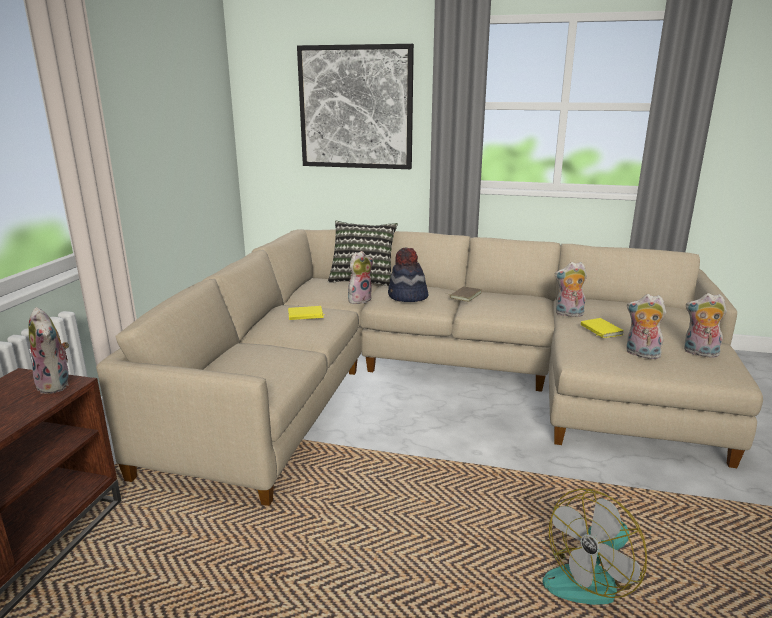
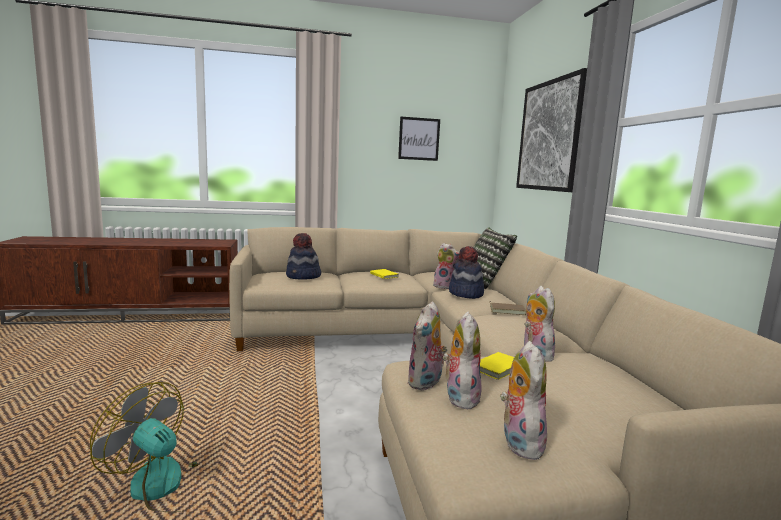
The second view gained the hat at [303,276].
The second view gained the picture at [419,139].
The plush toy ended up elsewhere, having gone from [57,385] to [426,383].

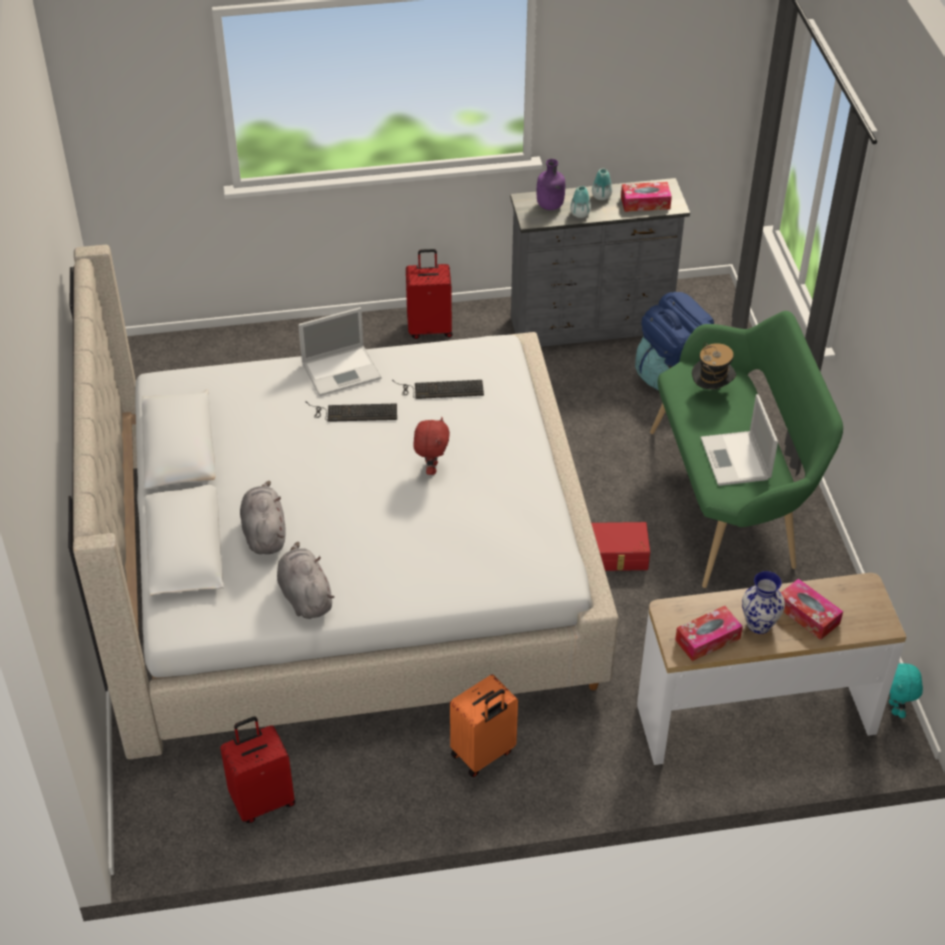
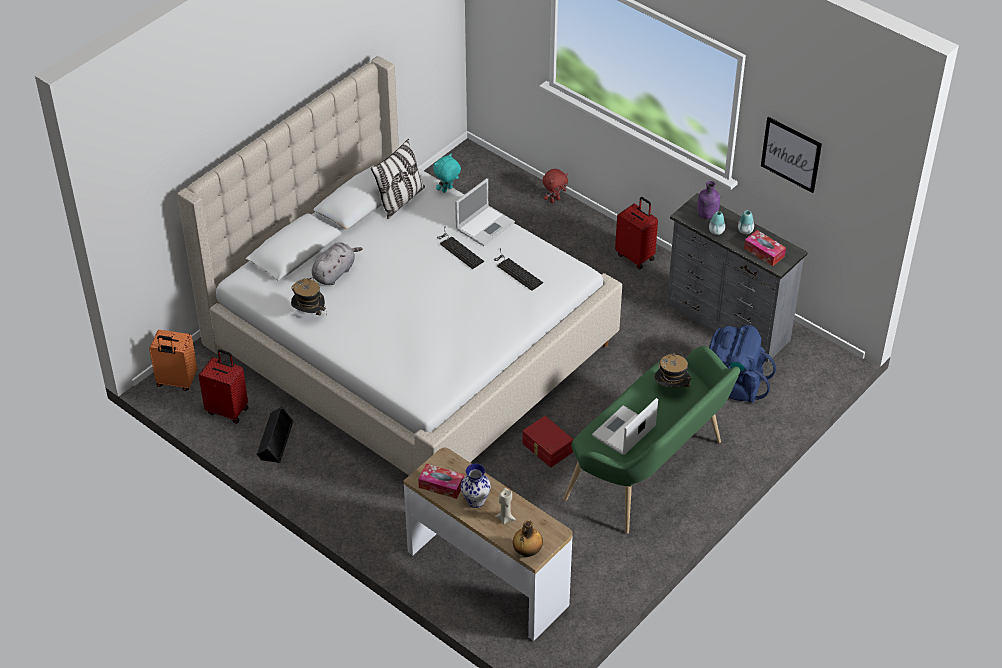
The orange suitcase ended up elsewhere, having gone from [483,754] to [176,382].
The second view gained the black speaker at [274,440].
Where the grey plush toy stood at [305,596], the hat came to stand at [309,314].
The second view gained the pillow at [400,200].
The turquoise plush toy ended up elsewhere, having gone from [895,708] to [447,190].
The laptop at [342,370] ended up facing another way, 75 degrees counterclockwise from before.
Where the tissue box stood at [808,615], the beige candle came to stand at [505,518].
The second view gained the bottle at [527,552].
The red plush toy ended up elsewhere, having gone from [431,468] to [554,200].
The second view gained the picture at [791,154].

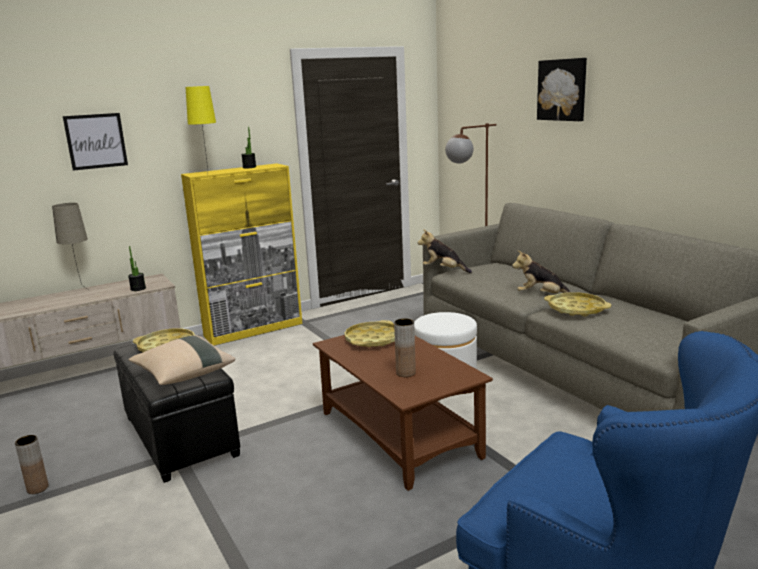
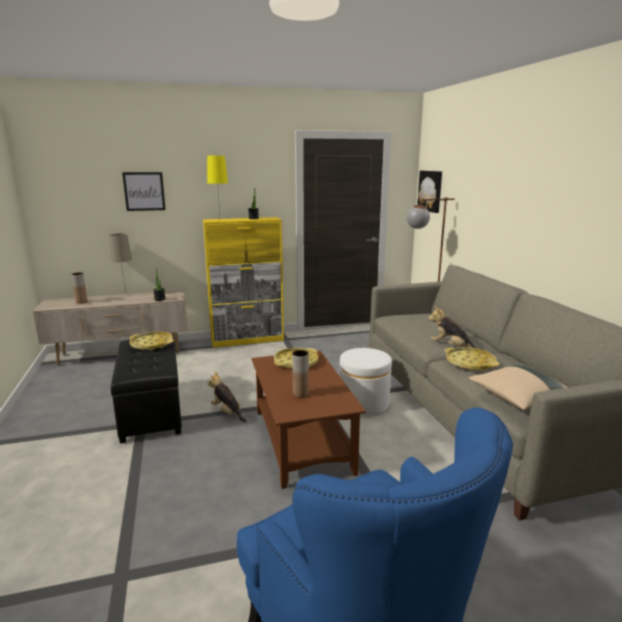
The brown vase ended up elsewhere, having gone from [37,488] to [81,302].
The plush toy ended up elsewhere, having gone from [443,270] to [227,413].
The picture ended up elsewhere, having gone from [562,90] to [431,191].
The beige pillow ended up elsewhere, having gone from [183,374] to [518,399].

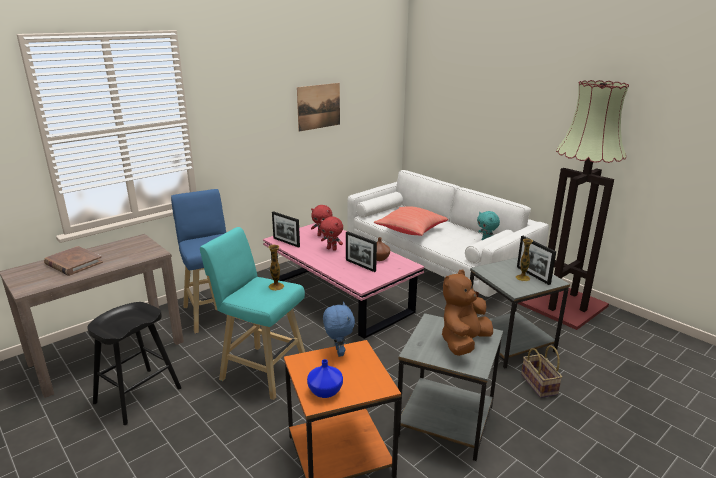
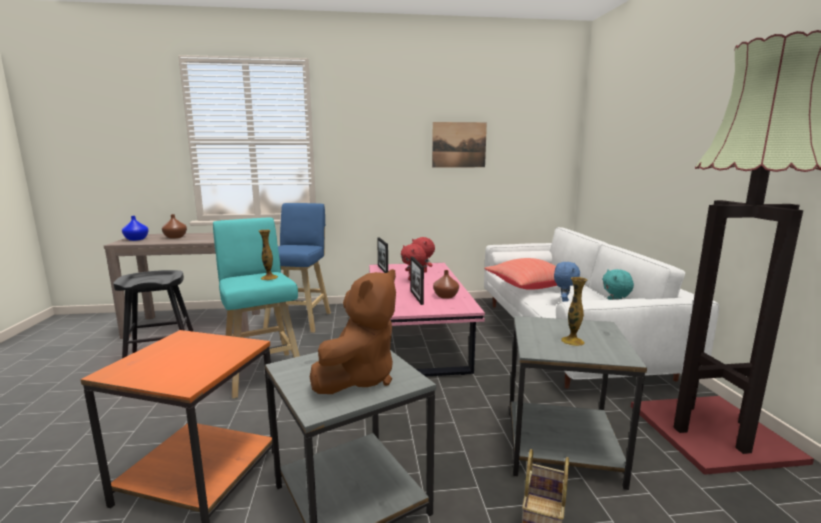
The blue vase ended up elsewhere, having gone from [326,391] to [136,239].
Where the brown book stood at [73,263], the brown vase came to stand at [176,237].
The brown plush toy at [463,342] ended up facing another way, 135 degrees clockwise from before.
The blue plush toy ended up elsewhere, having gone from [338,352] to [564,302].
The second view lost the picture frame at [533,275].

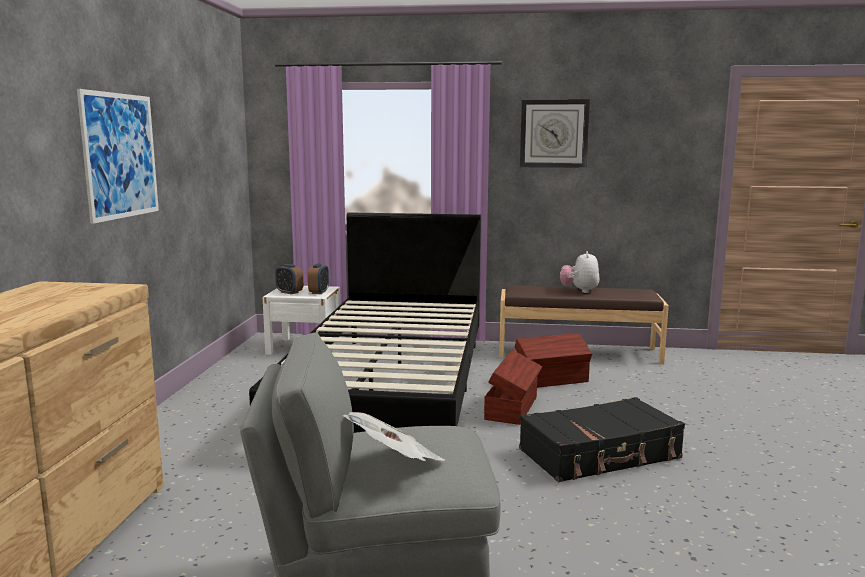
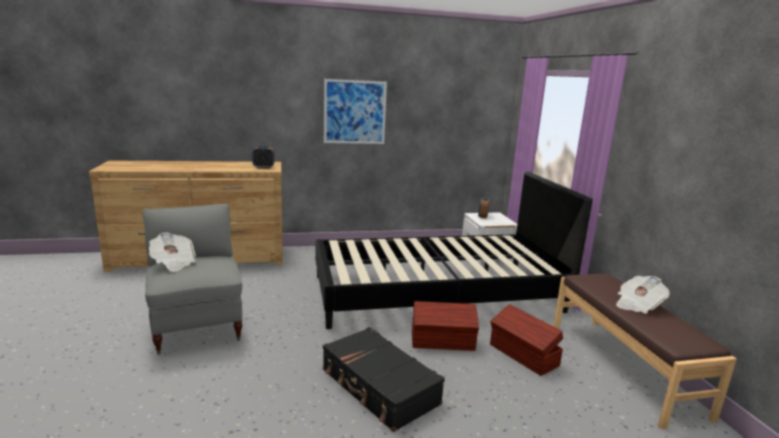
The alarm clock ended up elsewhere, having gone from [319,292] to [263,167].
Where the plush toy stood at [579,291], the newspaper came to stand at [637,305].
The second view lost the wall clock at [554,133].

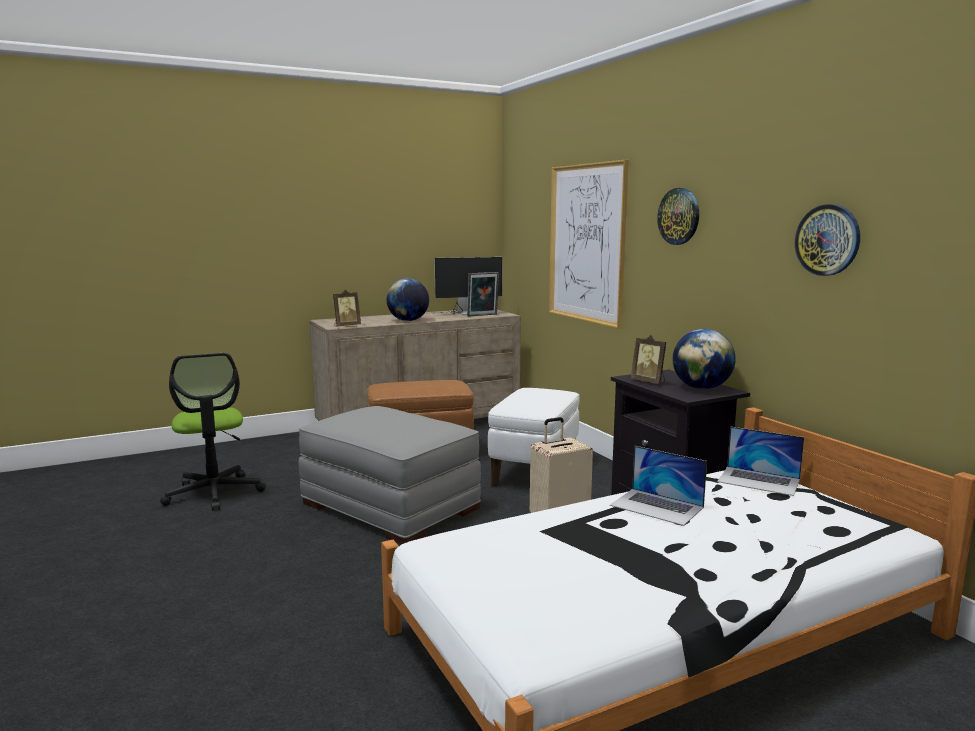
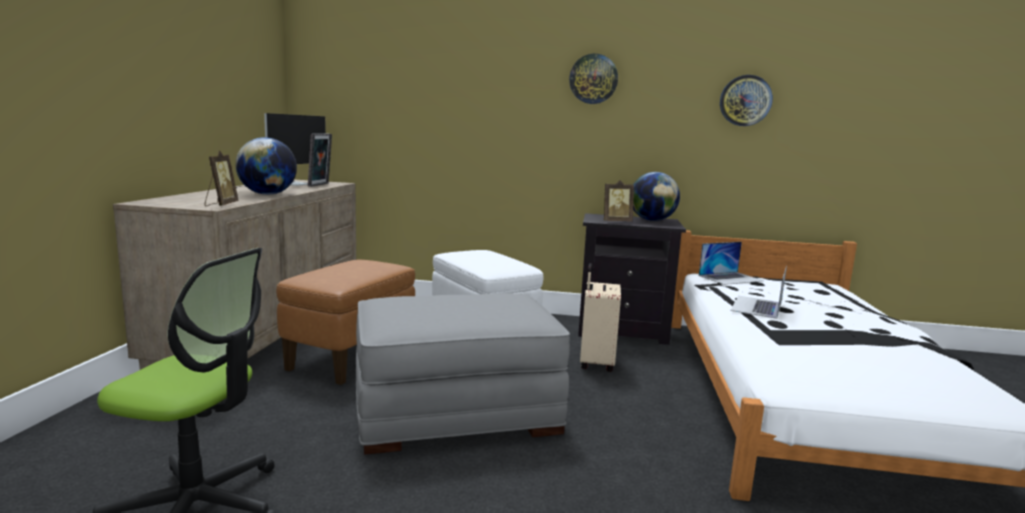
The laptop at [657,506] ended up facing another way, 135 degrees clockwise from before.
The second view lost the picture at [586,243].

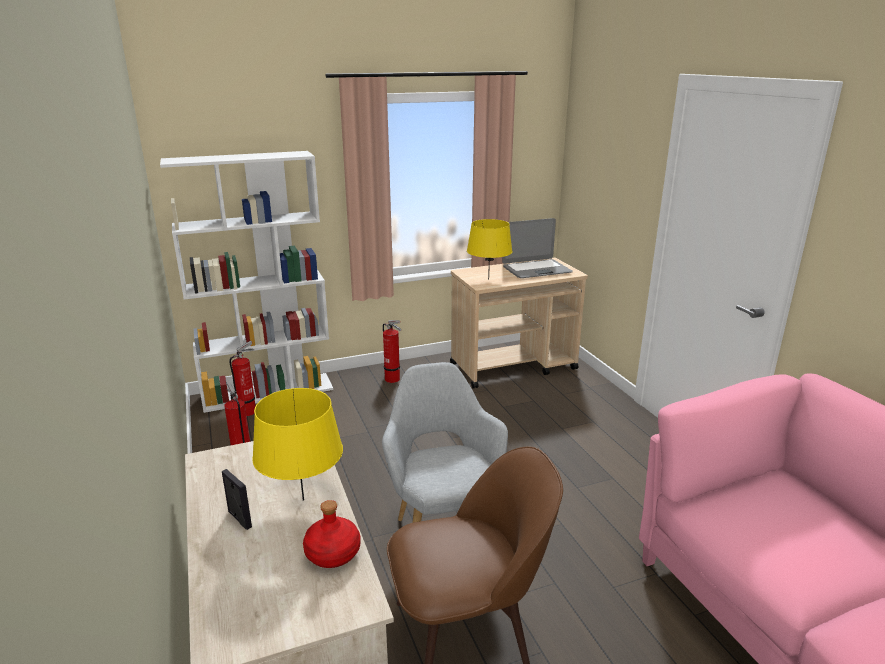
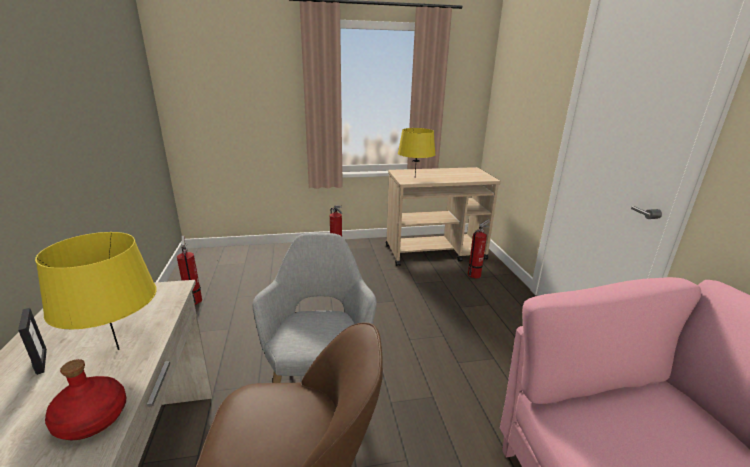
The fire extinguisher ended up elsewhere, having gone from [249,411] to [475,274].
The second view lost the white bookcase at [268,392].
The second view lost the laptop at [536,270].

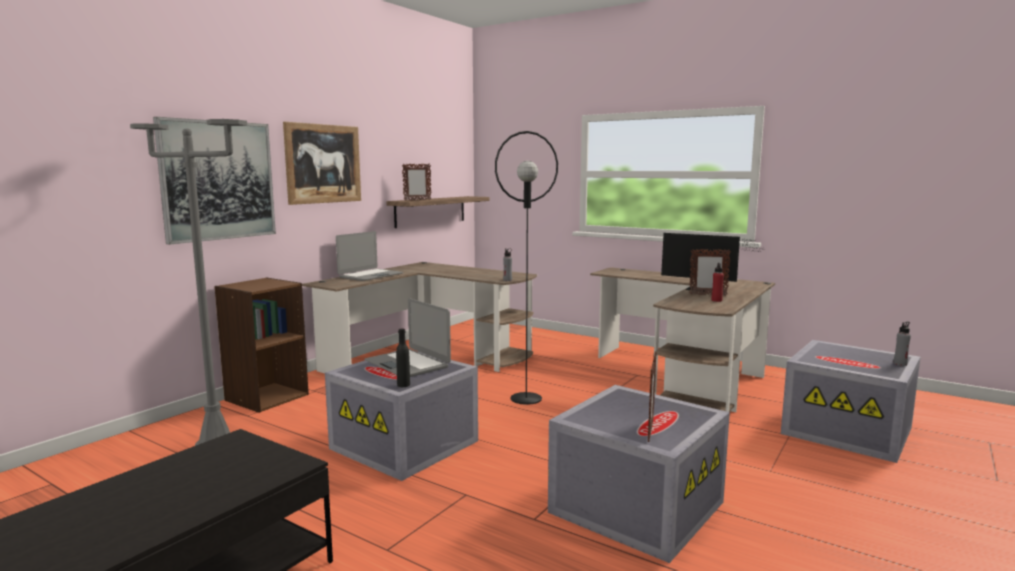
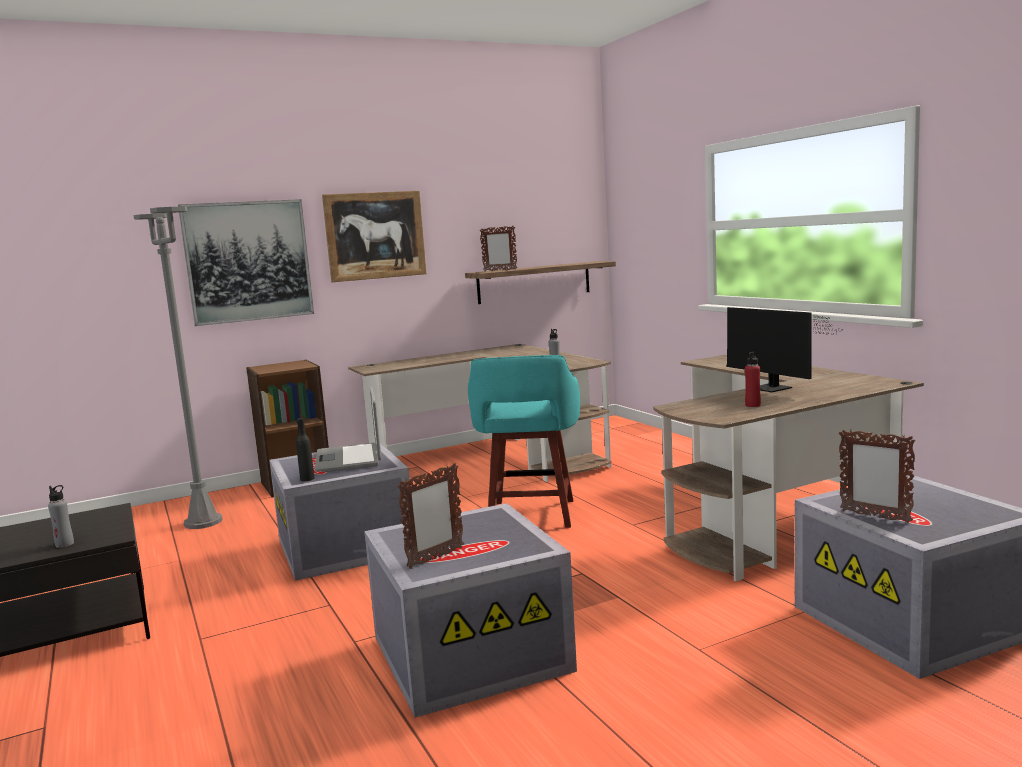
The grey bottle ended up elsewhere, having gone from [900,364] to [64,544].
Where the black floor lamp stood at [526,398], the turquoise stool came to stand at [531,516].
The picture frame ended up elsewhere, having gone from [707,295] to [874,516].
The second view lost the laptop at [370,276].

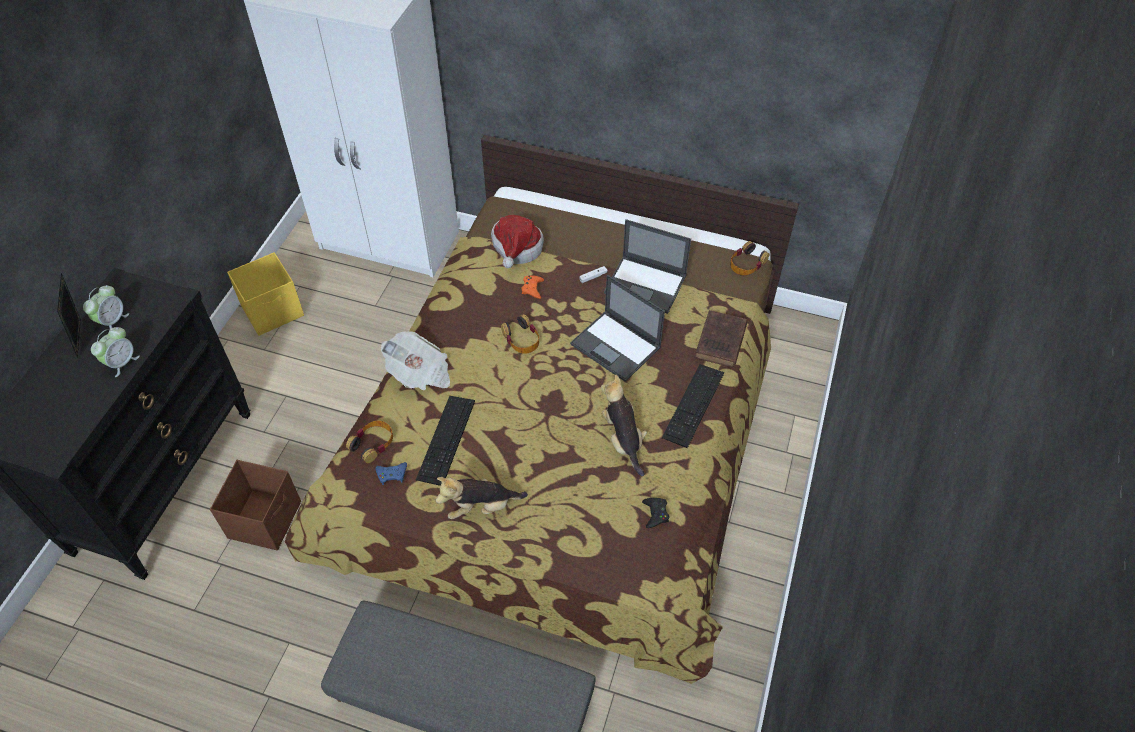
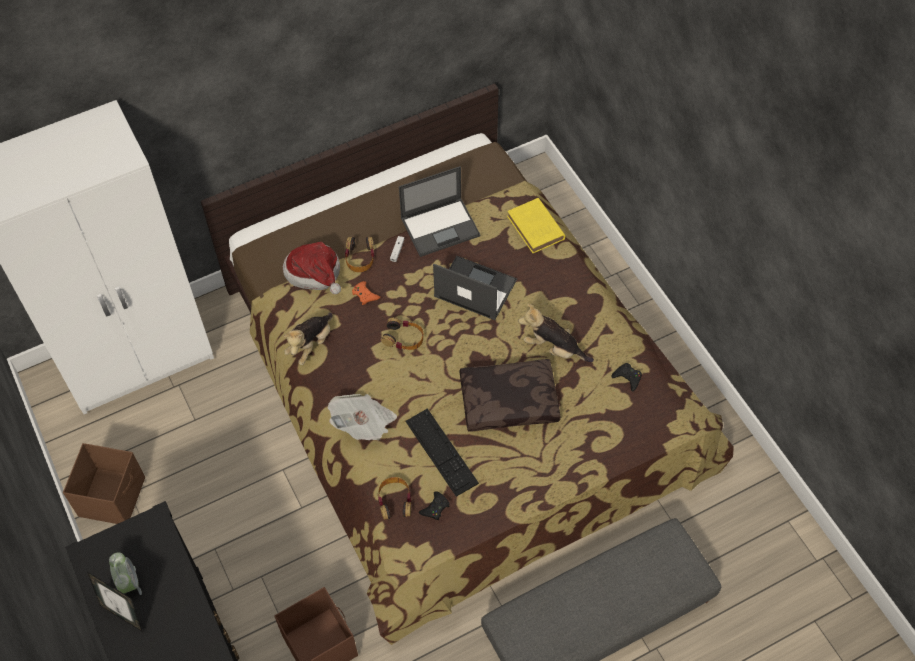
What was the yellow storage box at [274,311] turned into the brown storage box at [113,496].
The plush toy ended up elsewhere, having gone from [481,507] to [311,344].
The headphones ended up elsewhere, having gone from [747,263] to [360,257].
What was the blue game controller at [392,474] turned into the black game controller at [435,508].
The laptop at [616,346] ended up facing another way, 150 degrees counterclockwise from before.
The second view gained the brown pillow at [509,400].
What was the brown book at [720,343] turned into the yellow book at [536,229].
The second view lost the alarm clock at [121,363].
The second view lost the keyboard at [693,405].

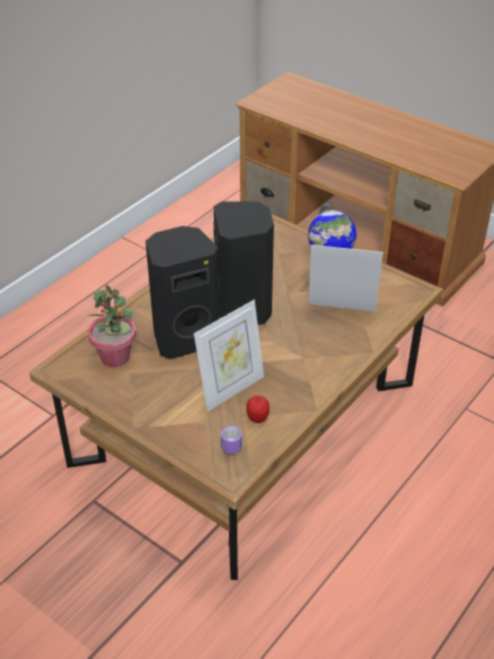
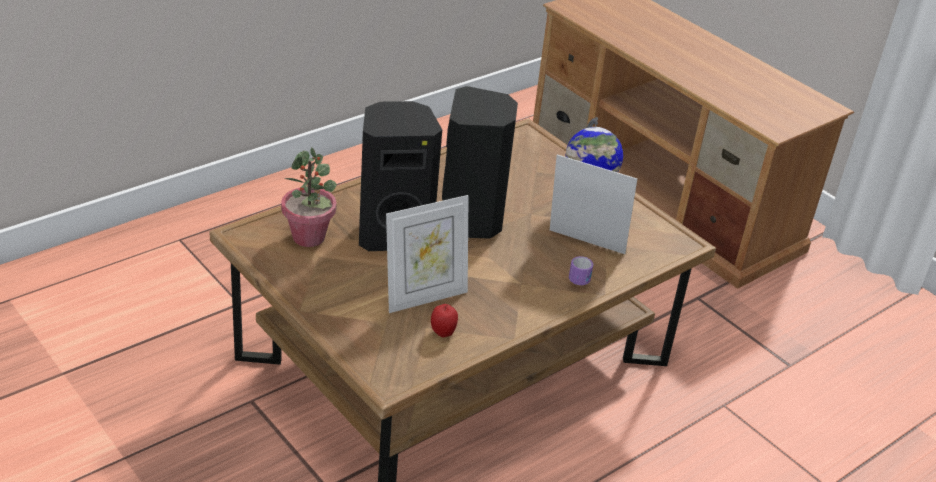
The mug ended up elsewhere, having gone from [233,441] to [582,276].

